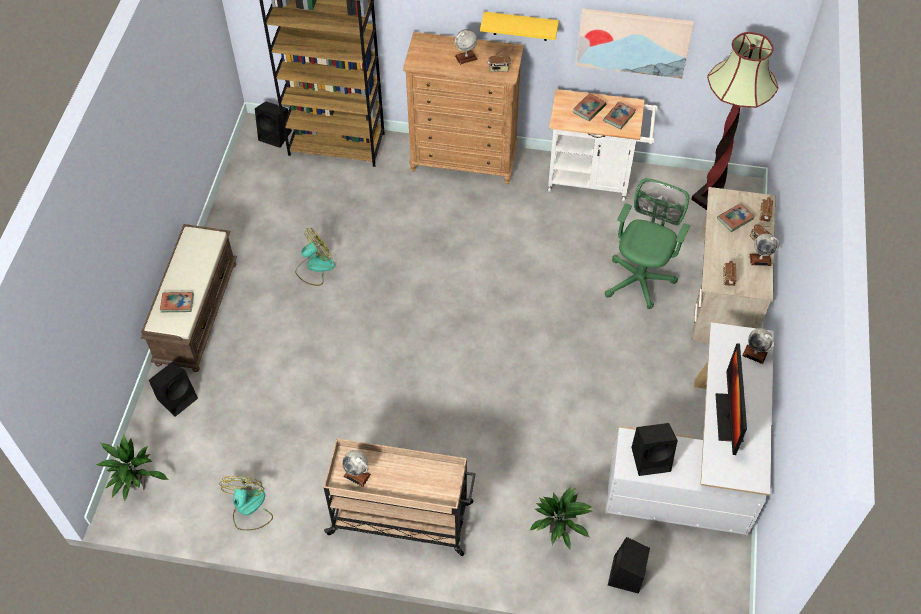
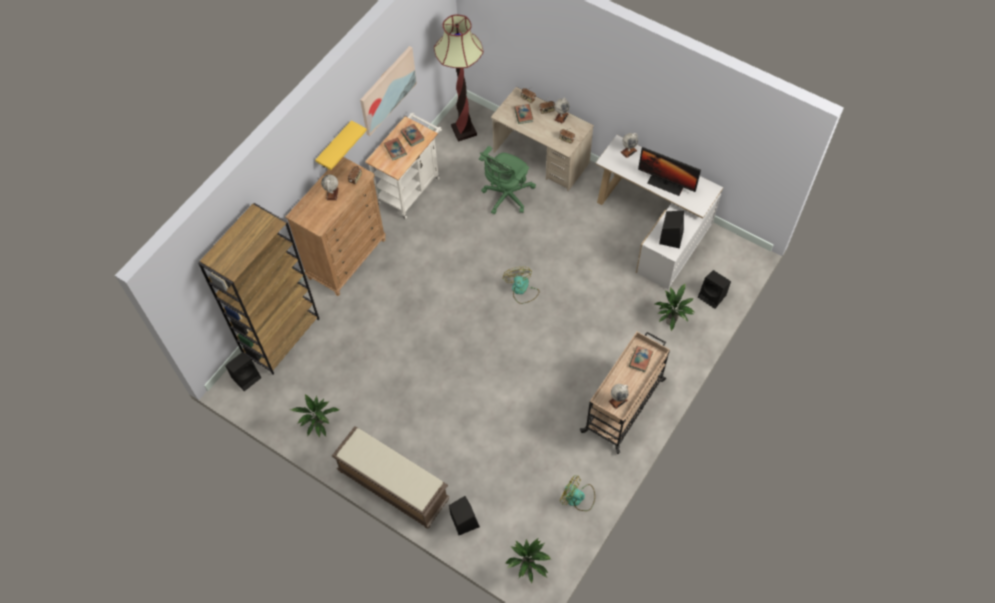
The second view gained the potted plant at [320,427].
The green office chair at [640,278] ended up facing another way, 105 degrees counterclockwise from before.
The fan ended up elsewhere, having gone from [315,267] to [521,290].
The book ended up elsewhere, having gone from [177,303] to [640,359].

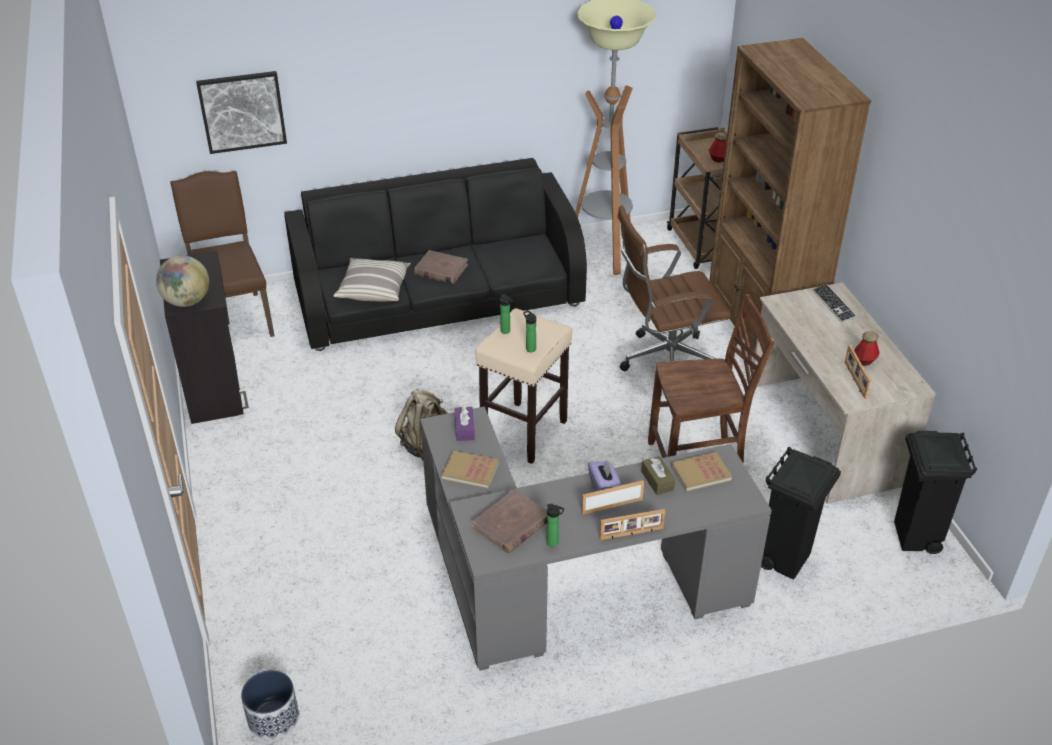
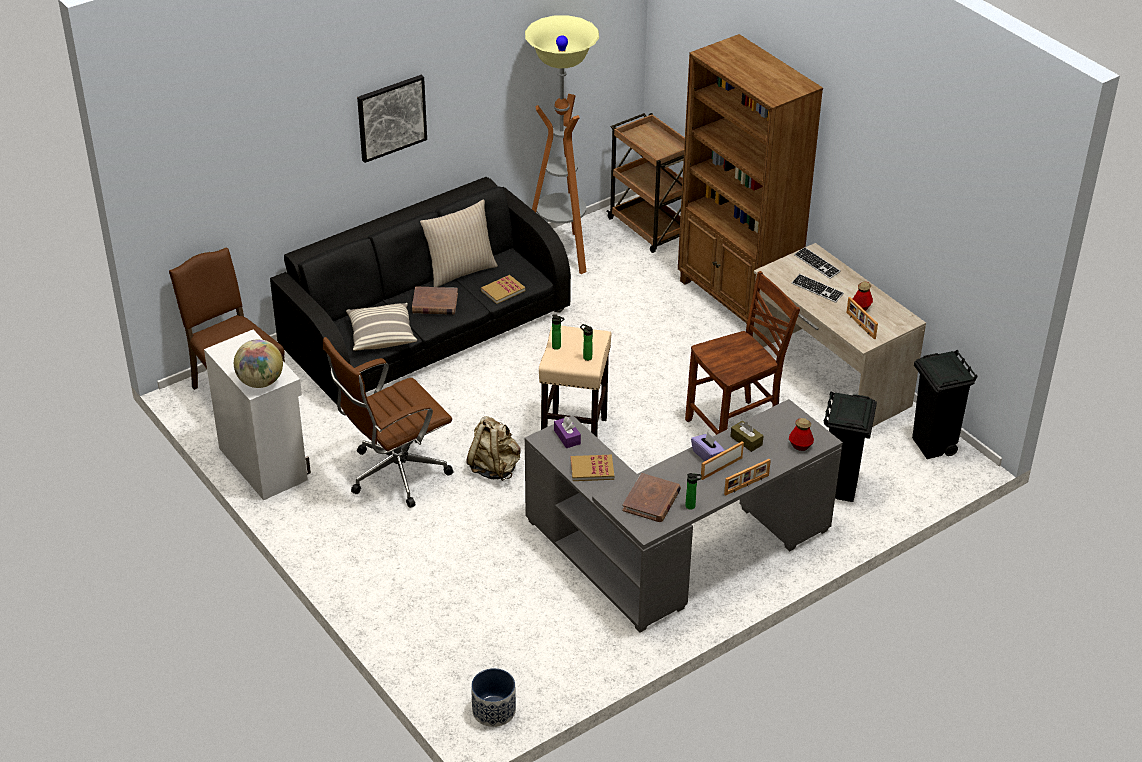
What was the black cabinet at [215,388] turned into the white cabinet at [264,463].
The brown office chair ended up elsewhere, having gone from [664,362] to [393,475].
The picture ended up elsewhere, having gone from [242,111] to [391,117].
The second view gained the beige pillow at [460,271].
The book ended up elsewhere, having gone from [700,473] to [503,290].
The bottle ended up elsewhere, having gone from [718,159] to [800,446].
The second view gained the keyboard at [817,289].

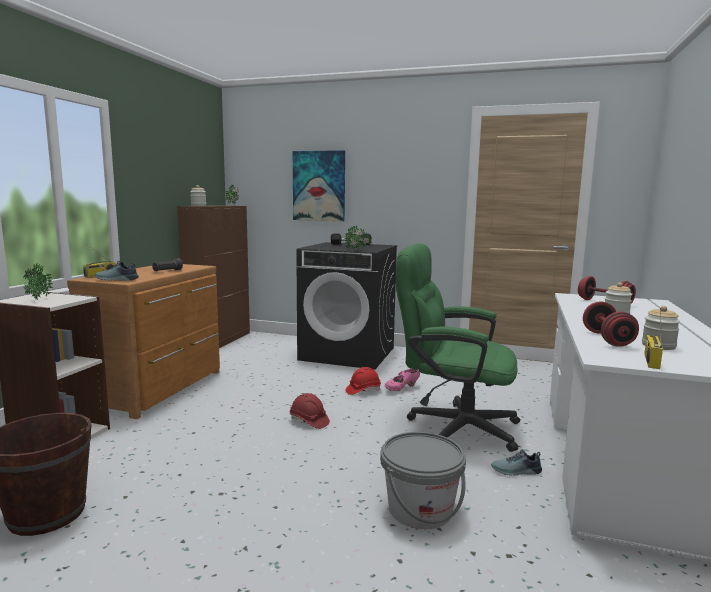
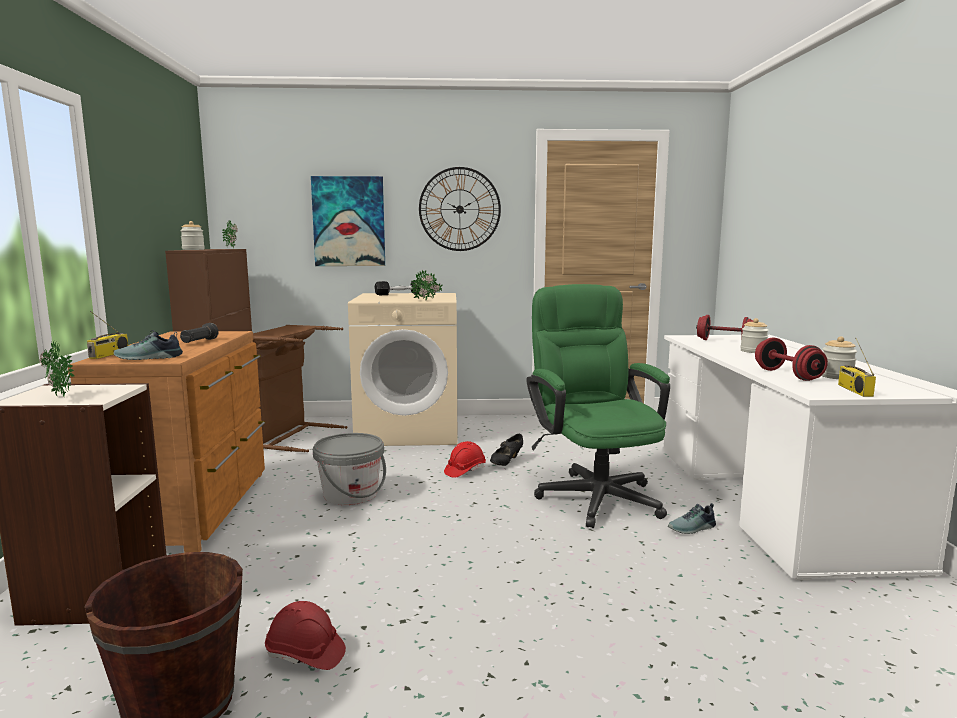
The second view gained the brown laundry basket at [290,437].
The red hard hat ended up elsewhere, having gone from [309,421] to [305,654].
The grey bucket ended up elsewhere, having gone from [420,509] to [350,494].
What was the black washing machine at [348,354] turned into the beige washing machine at [410,430].
The second view gained the wall clock at [459,209].
What was the pink shoe at [402,389] turned into the black shoe at [506,462].
The green office chair at [453,426] ended up facing another way, 75 degrees clockwise from before.

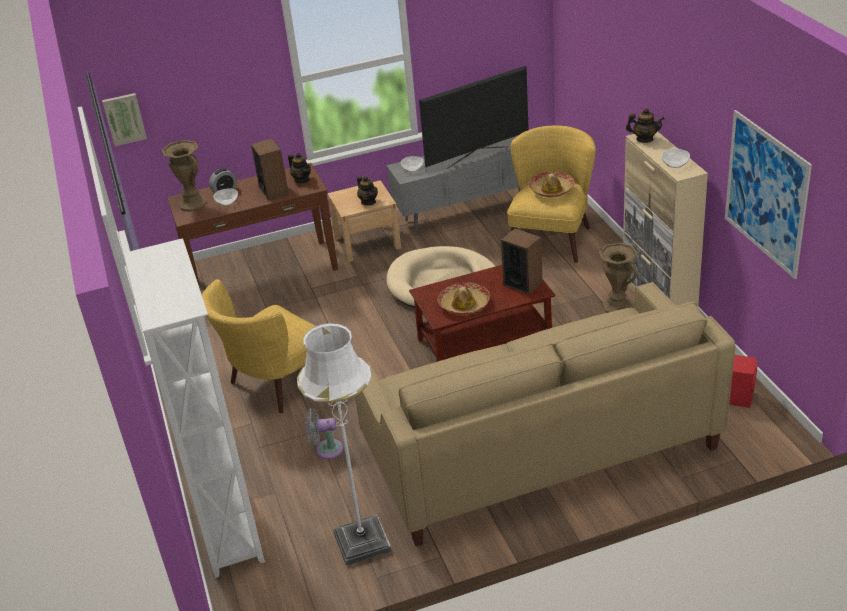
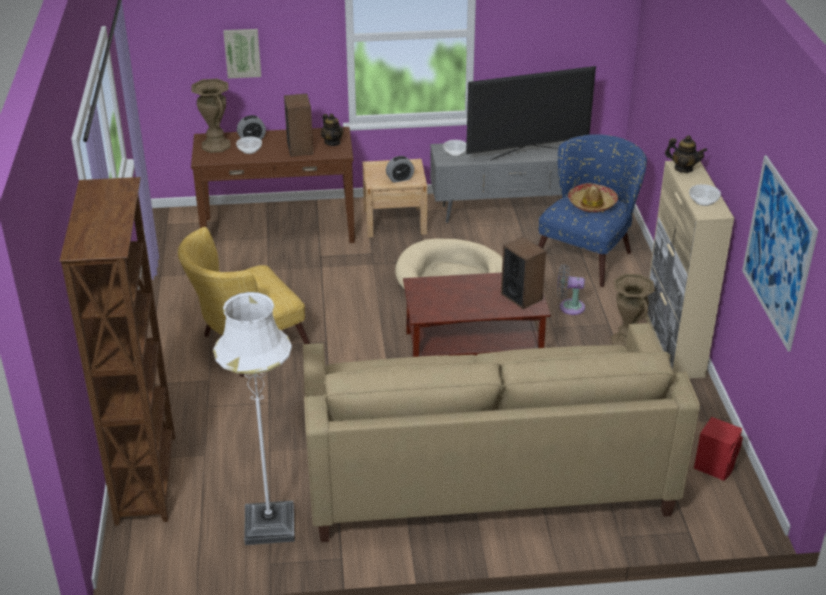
What was the white bookcase at [229,526] turned into the brown bookcase at [147,478].
The picture ended up elsewhere, having gone from [124,118] to [242,52].
Where the teapot stood at [368,202], the alarm clock came to stand at [400,179].
What was the yellow armchair at [552,236] turned into the blue armchair at [588,253].
The grey fan ended up elsewhere, having gone from [326,449] to [569,307].
The second view lost the hat at [464,304].

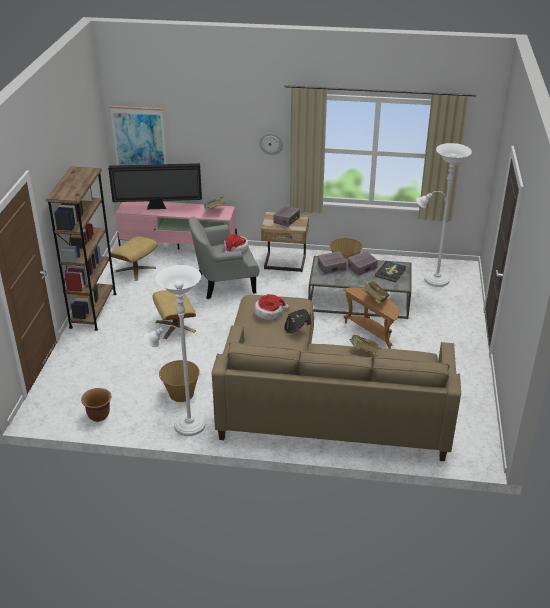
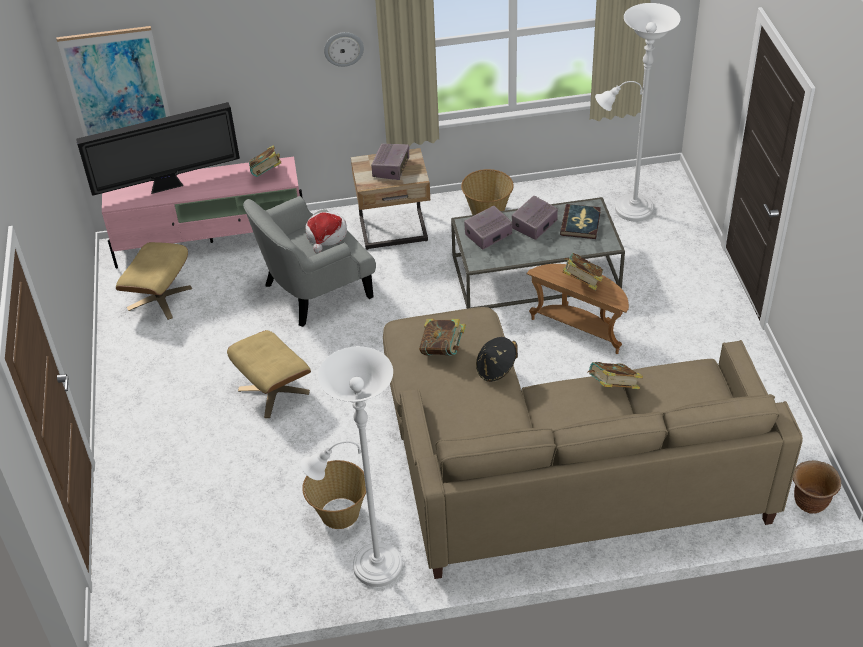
Where the hat stood at [269,312], the book came to stand at [442,349].
The brown planter ended up elsewhere, having gone from [99,415] to [810,502].
The second view lost the brown bookcase at [93,310].

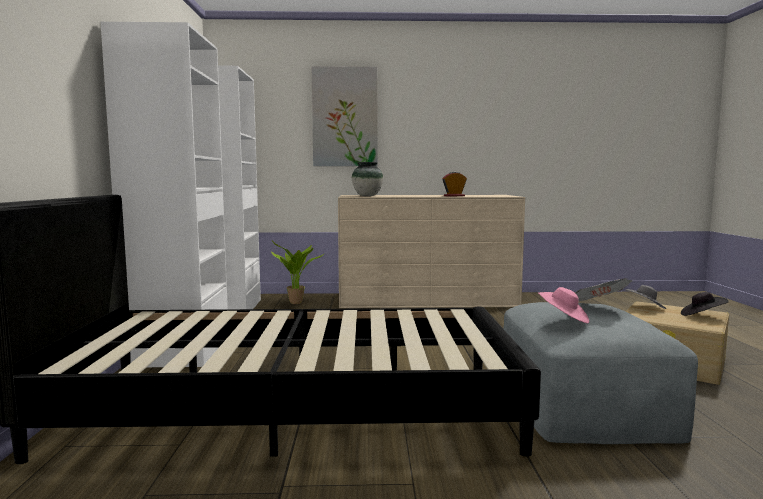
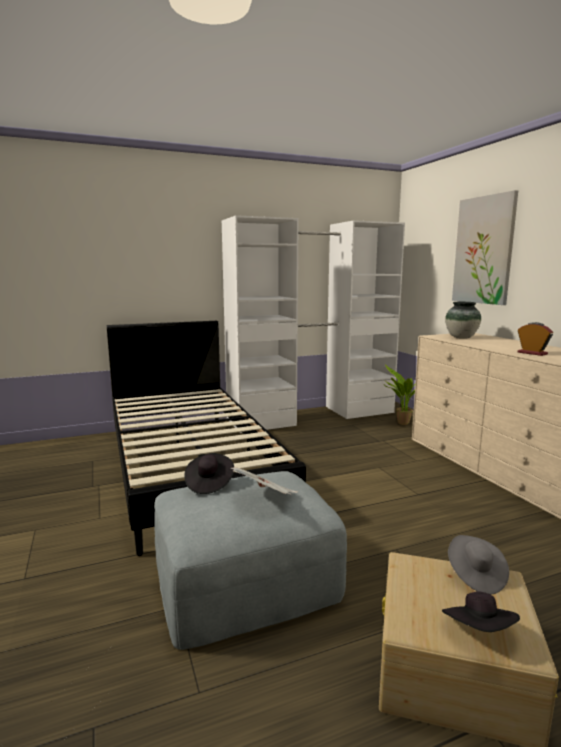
What was the pink hat at [563,319] turned into the black hat at [209,483].

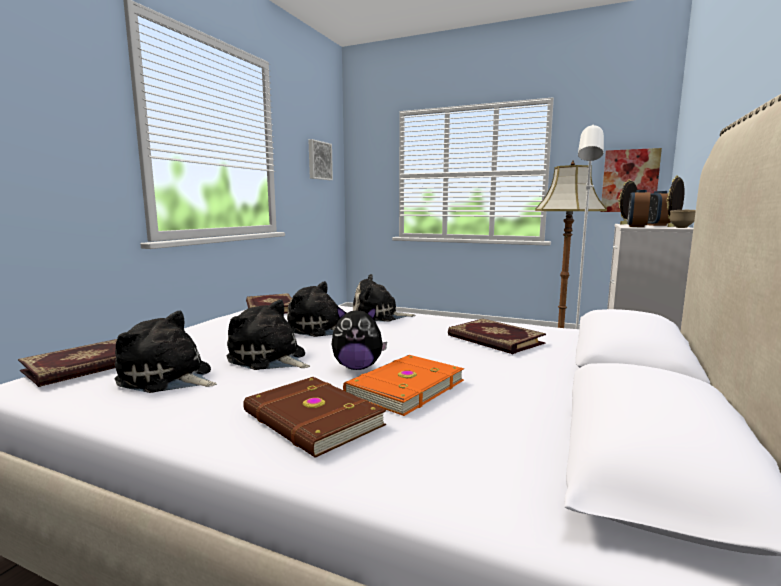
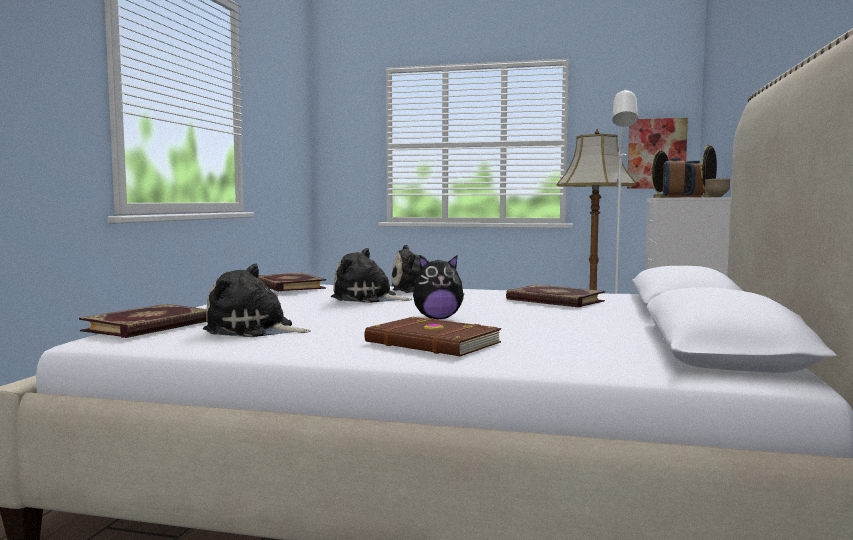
The second view lost the plush toy at [269,359].
The second view lost the picture at [319,160].
The second view lost the orange book at [403,387].

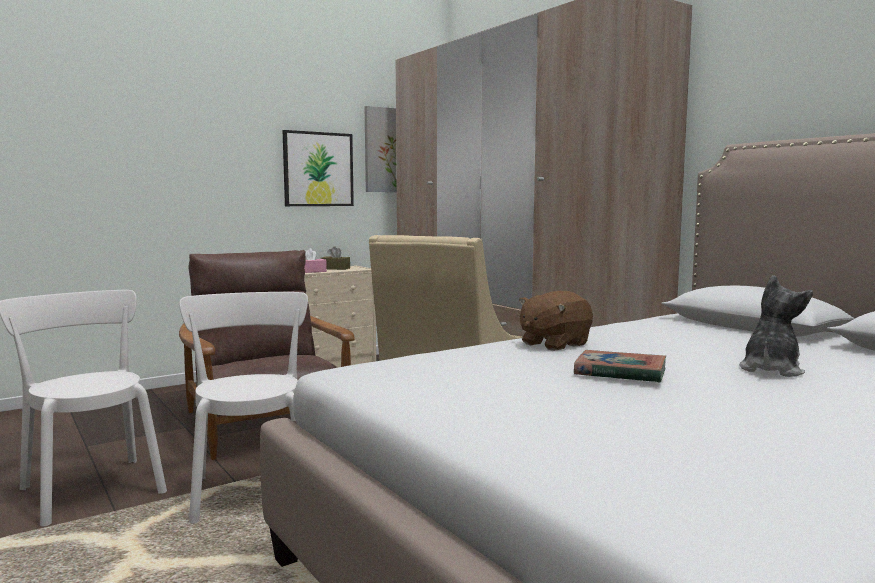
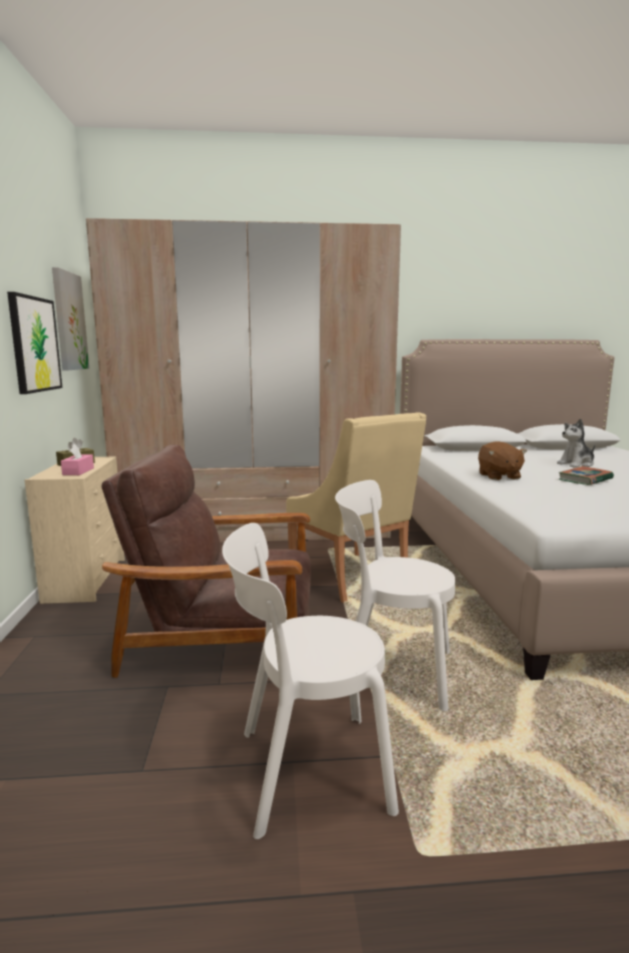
The plush toy at [770,369] ended up facing another way, 90 degrees counterclockwise from before.

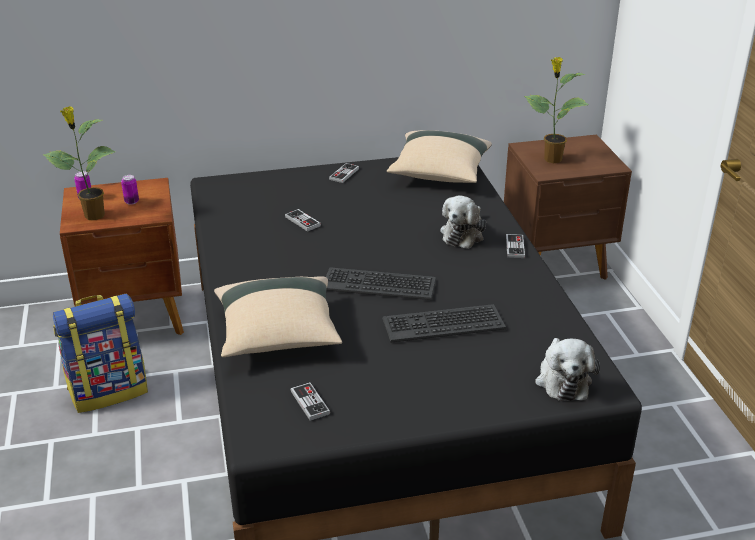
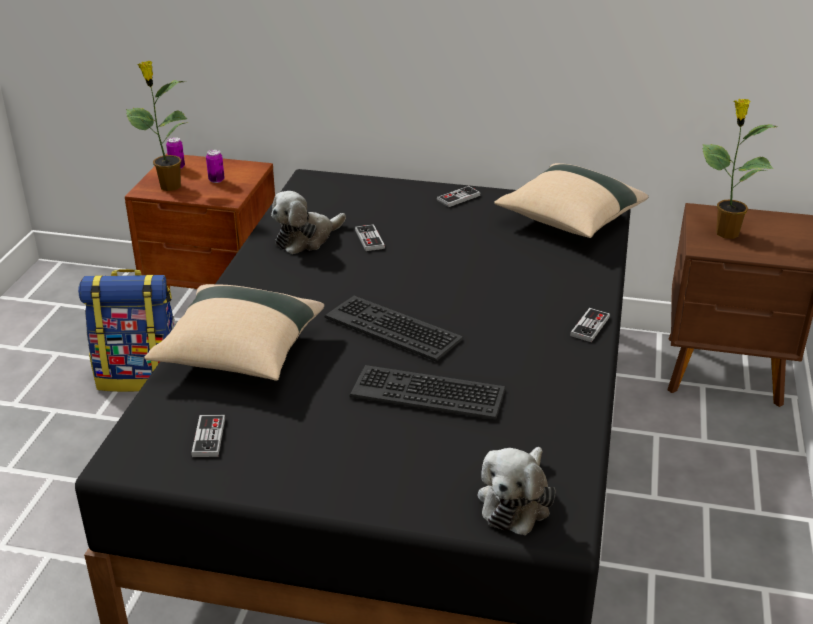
The plush toy ended up elsewhere, having gone from [463,234] to [306,239].

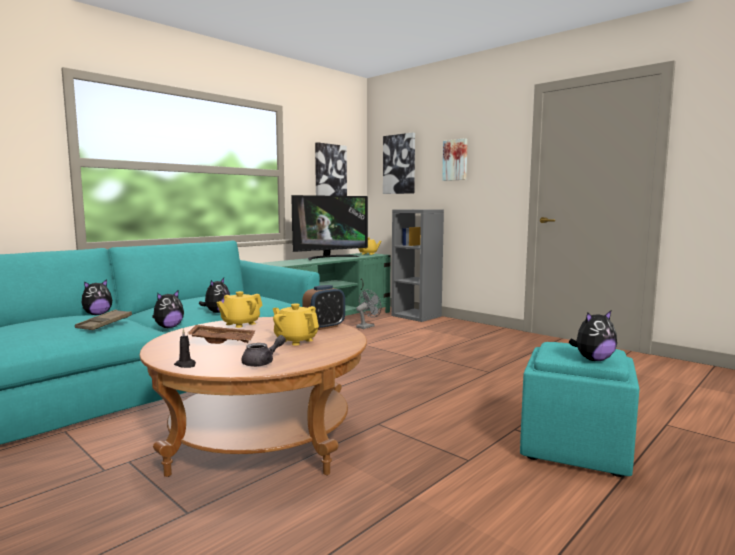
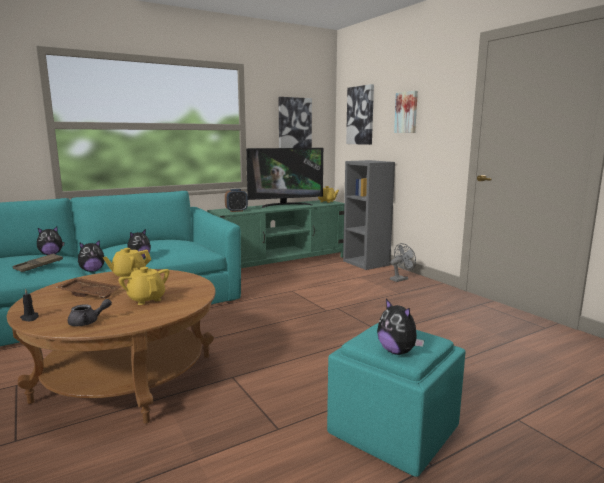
The alarm clock ended up elsewhere, having gone from [324,327] to [236,211].
The plush toy at [593,359] ended up facing another way, 60 degrees clockwise from before.
The grey fan ended up elsewhere, having gone from [367,326] to [401,279].

